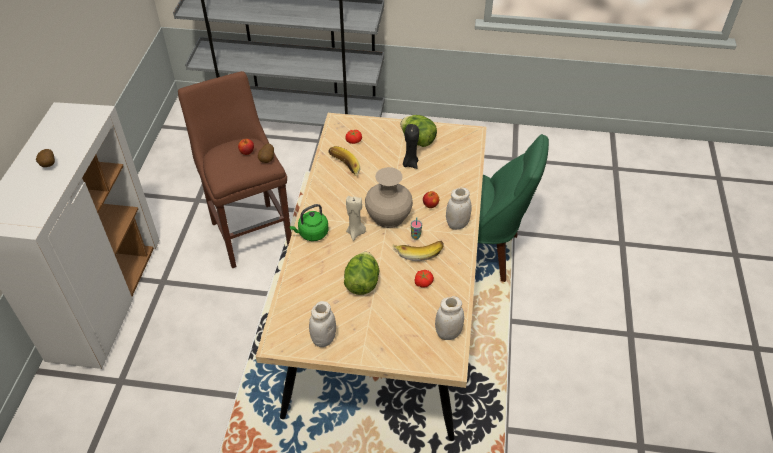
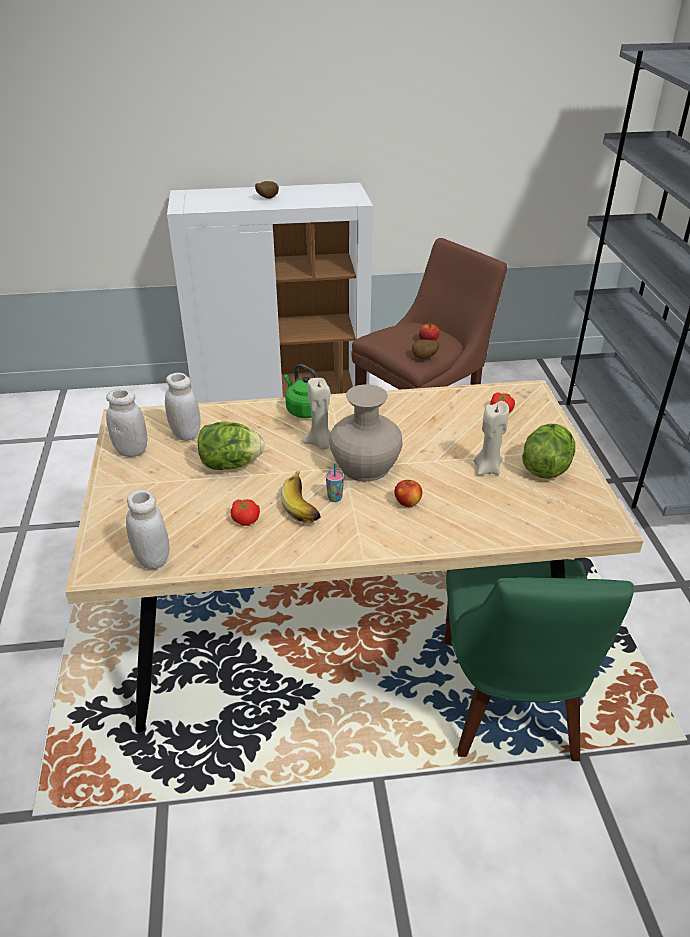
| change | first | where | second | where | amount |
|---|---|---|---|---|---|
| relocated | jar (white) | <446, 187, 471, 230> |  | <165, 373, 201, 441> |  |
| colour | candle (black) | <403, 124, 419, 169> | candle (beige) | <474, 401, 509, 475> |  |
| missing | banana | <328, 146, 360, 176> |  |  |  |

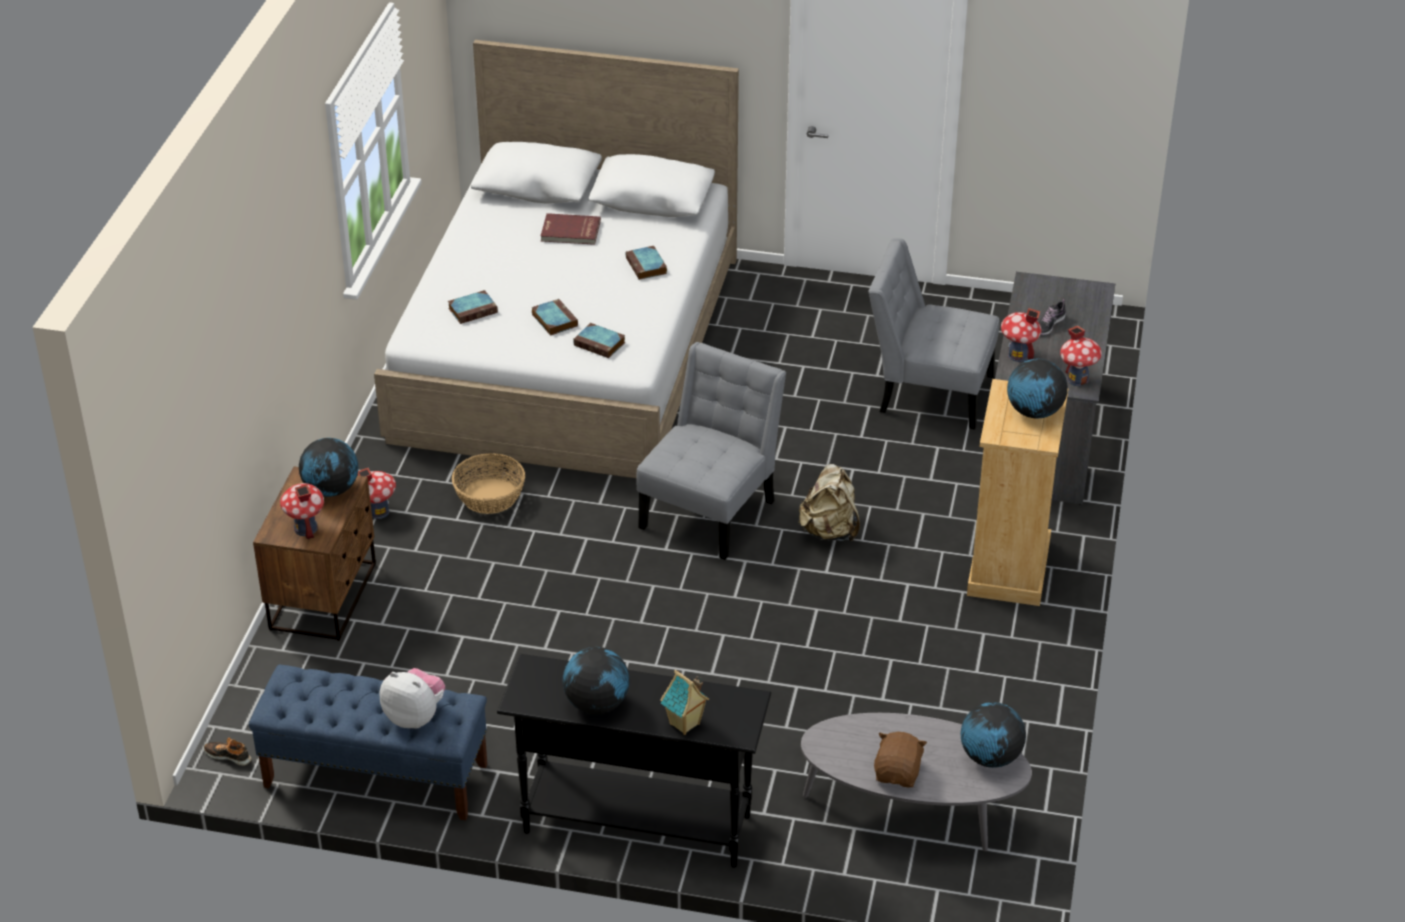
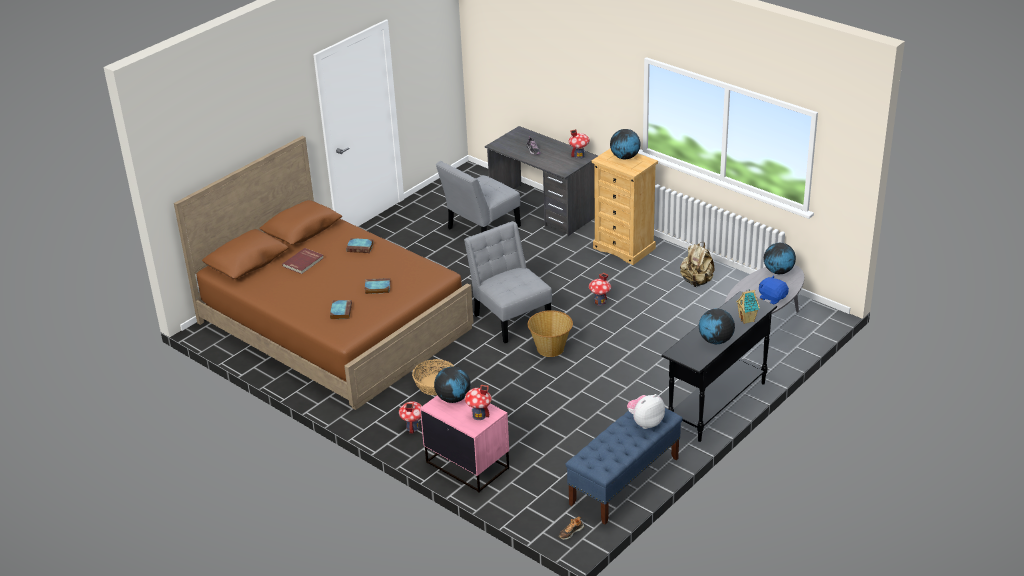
| change | first | where | second | where | amount |
|---|---|---|---|---|---|
| colour | bed (white) | <374, 40, 739, 478> | bed (brown) | <174, 136, 474, 410> |  |
| colour | nightstand (brown) | <253, 466, 376, 641> | nightstand (pink) | <420, 395, 509, 493> |  |
| appeared |  |  | basket | <528, 310, 573, 357> |  |
| relocated | toy house | <1001, 308, 1042, 362> |  | <589, 273, 611, 306> |  |
| relocated | backpack (beige) | <798, 464, 860, 542> |  | <680, 242, 714, 287> |  |
| colour | plush toy (brown) | <874, 732, 927, 787> | plush toy (blue) | <759, 276, 789, 304> |  |
| missing | book | <573, 323, 625, 358> |  |  |  |

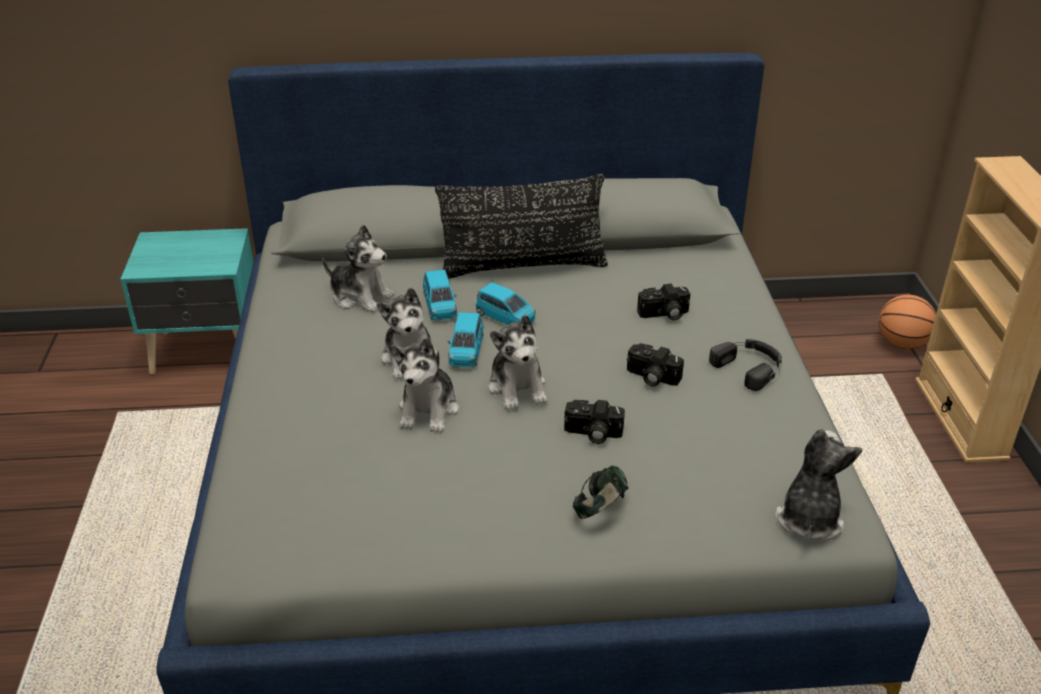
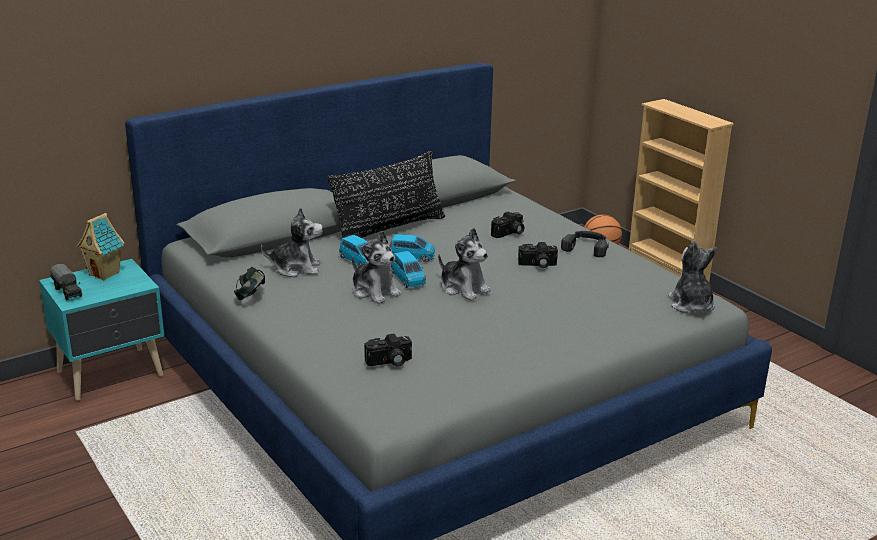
| change | first | where | second | where | amount |
|---|---|---|---|---|---|
| appeared |  |  | toy truck | <50, 264, 82, 300> |  |
| appeared |  |  | toy house | <76, 213, 124, 280> |  |
| relocated | headphones | <573, 466, 629, 519> |  | <234, 267, 265, 300> |  |
| relocated | photo camera | <564, 400, 625, 444> |  | <364, 334, 412, 366> |  |
| missing | plush toy | <390, 338, 459, 433> |  |  |  |

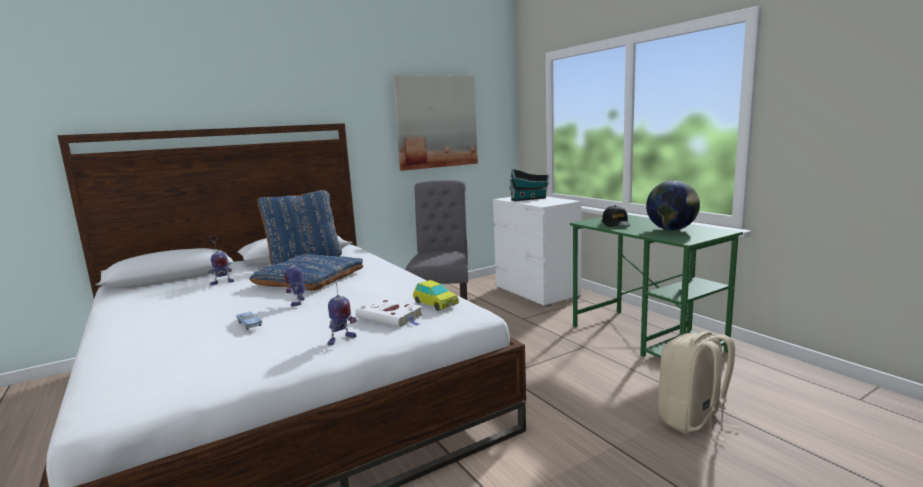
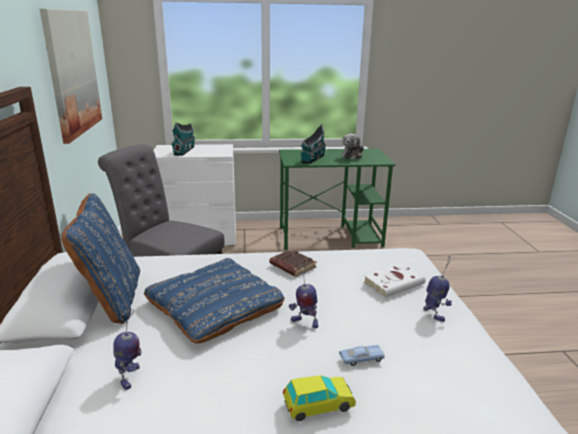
| change | first | where | second | where | amount |
|---|---|---|---|---|---|
| appeared |  |  | book (brown) | <269, 249, 317, 277> |  |
| relocated | toy car | <413, 280, 459, 311> |  | <283, 375, 356, 421> |  |
| exchanged | cap (black) | <602, 205, 630, 227> | toy house | <299, 124, 327, 164> |  |
| exchanged | globe | <646, 180, 700, 230> | plush toy | <341, 134, 364, 160> |  |
| missing | backpack (beige) | <658, 332, 741, 441> |  |  |  |

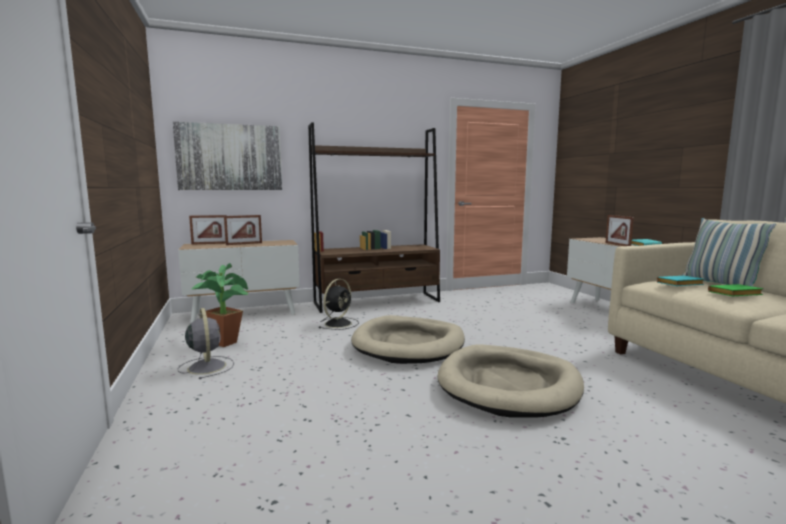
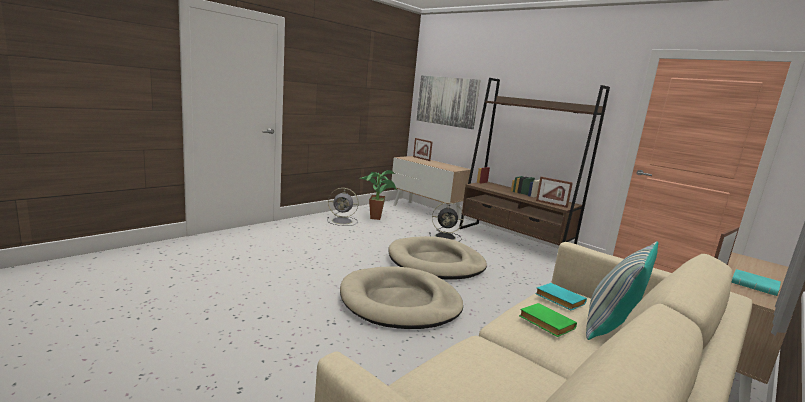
| change | first | where | second | where | amount |
|---|---|---|---|---|---|
| spun | fan (grey) | <178, 308, 234, 379> |  | <327, 188, 359, 226> | 60 degrees clockwise |
| relocated | picture frame | <224, 215, 262, 245> |  | <536, 177, 573, 208> |  |

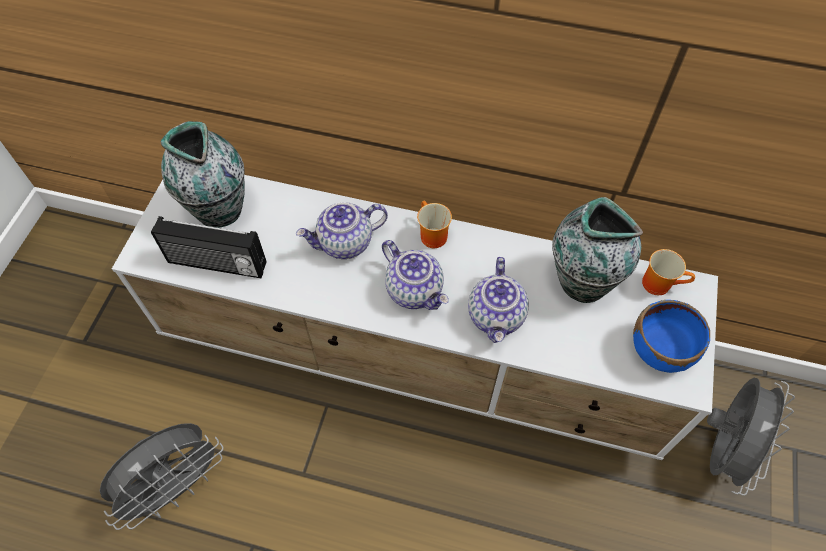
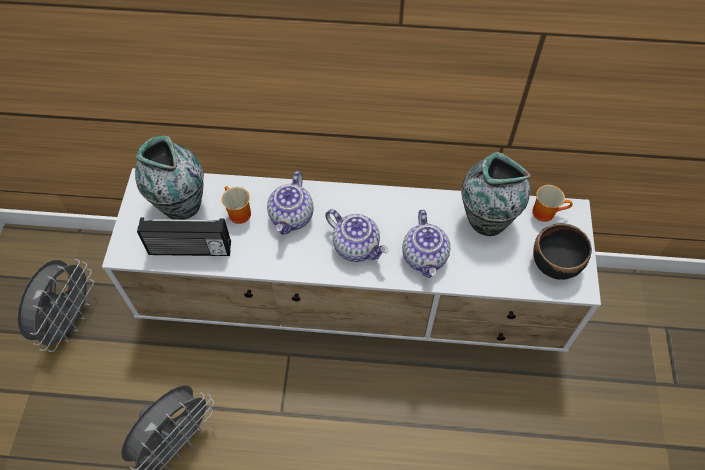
| change | first | where | second | where | amount |
|---|---|---|---|---|---|
| relocated | fan (grey) | <707, 378, 795, 496> |  | <17, 259, 94, 352> |  |
| relocated | mug | <417, 201, 452, 248> |  | <221, 186, 251, 224> |  |
| spun | teapot | <296, 202, 388, 259> |  | <267, 171, 314, 235> | 45 degrees counterclockwise |
| colour | bowl (blue) | <633, 300, 710, 373> | bowl (black) | <533, 223, 592, 280> |  |

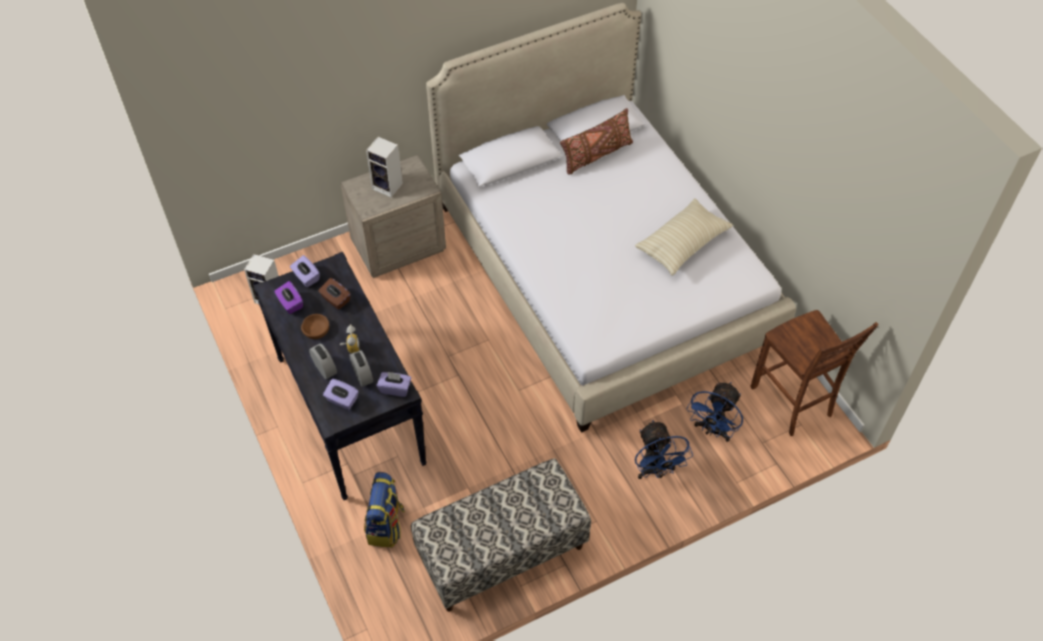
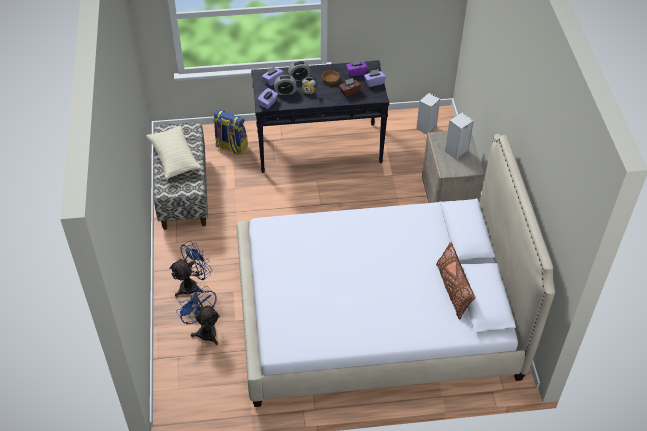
| change | first | where | second | where | amount |
|---|---|---|---|---|---|
| relocated | pillow (beige) | <635, 198, 733, 276> |  | <147, 125, 201, 180> |  |
| spun | fan (blue) | <635, 420, 693, 479> |  | <169, 241, 212, 297> | 135 degrees clockwise |
| missing | chair (brown) | <750, 310, 879, 436> |  |  |  |

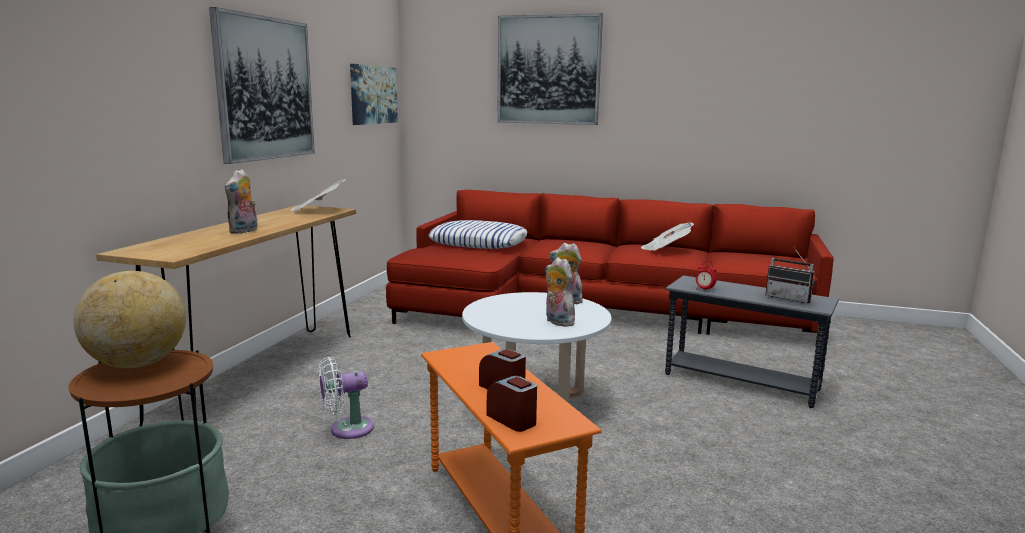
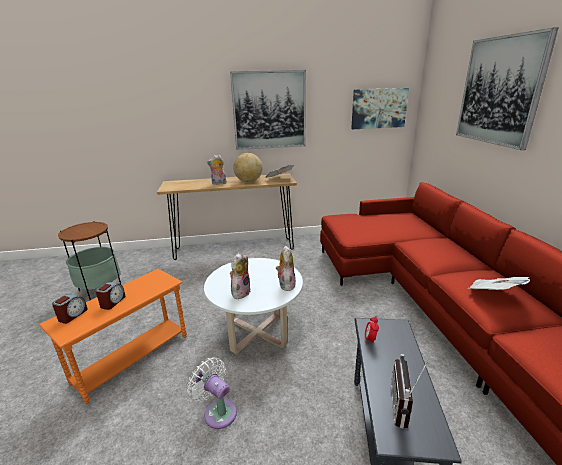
| change | first | where | second | where | amount |
|---|---|---|---|---|---|
| relocated | fan (white) | <319, 357, 374, 439> |  | <187, 357, 237, 429> |  |
| relocated | globe | <74, 271, 186, 368> |  | <233, 153, 262, 182> |  |
| missing | pillow | <428, 220, 528, 249> |  |  |  |

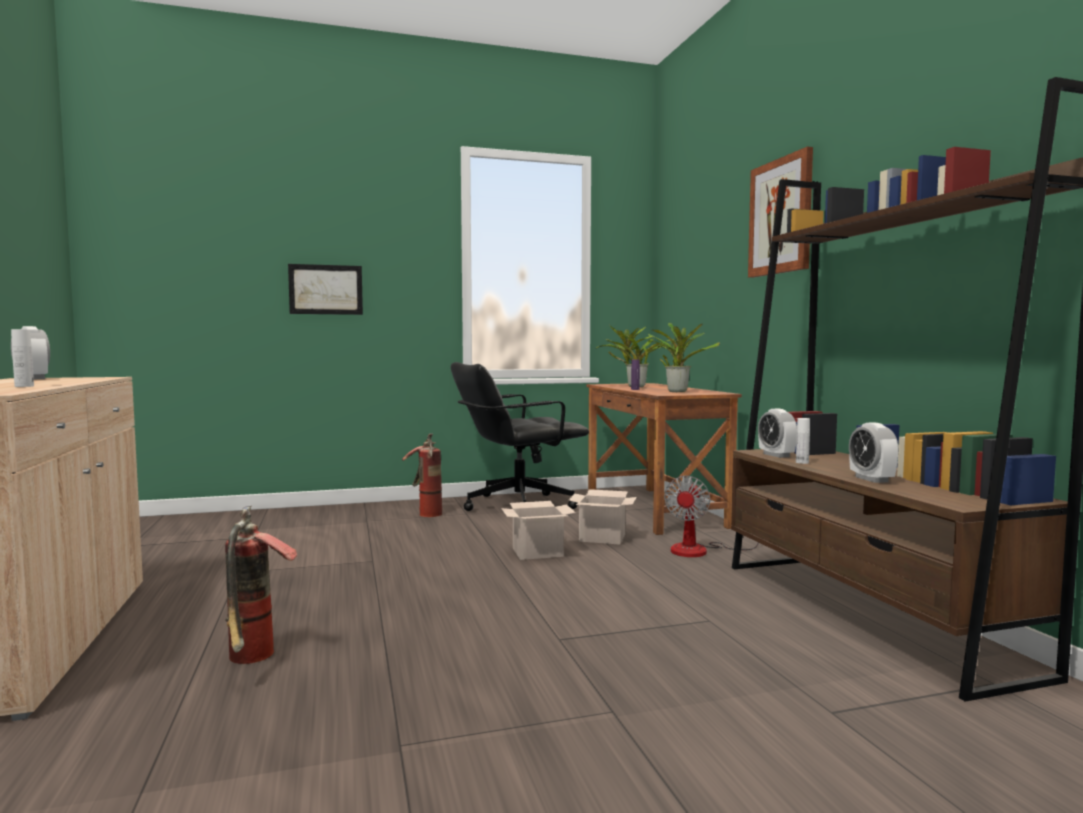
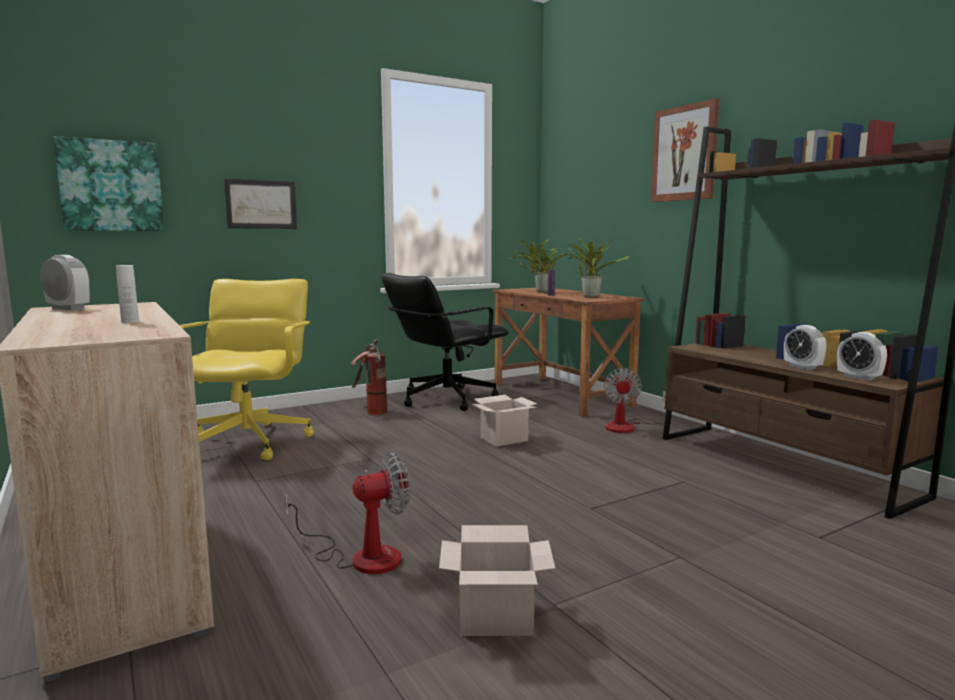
| change | first | where | second | where | amount |
|---|---|---|---|---|---|
| appeared |  |  | picture | <54, 136, 164, 231> |  |
| appeared |  |  | office chair (yellow) | <179, 279, 314, 460> |  |
| exchanged | fire extinguisher | <225, 506, 297, 664> | fan | <285, 453, 410, 574> |  |
| relocated | cardboard box | <568, 489, 637, 545> |  | <439, 525, 555, 636> |  |
| relocated | alarm clock | <758, 409, 797, 458> |  | <837, 332, 887, 381> |  |
| missing | bottle (white) | <796, 418, 810, 464> |  |  |  |

